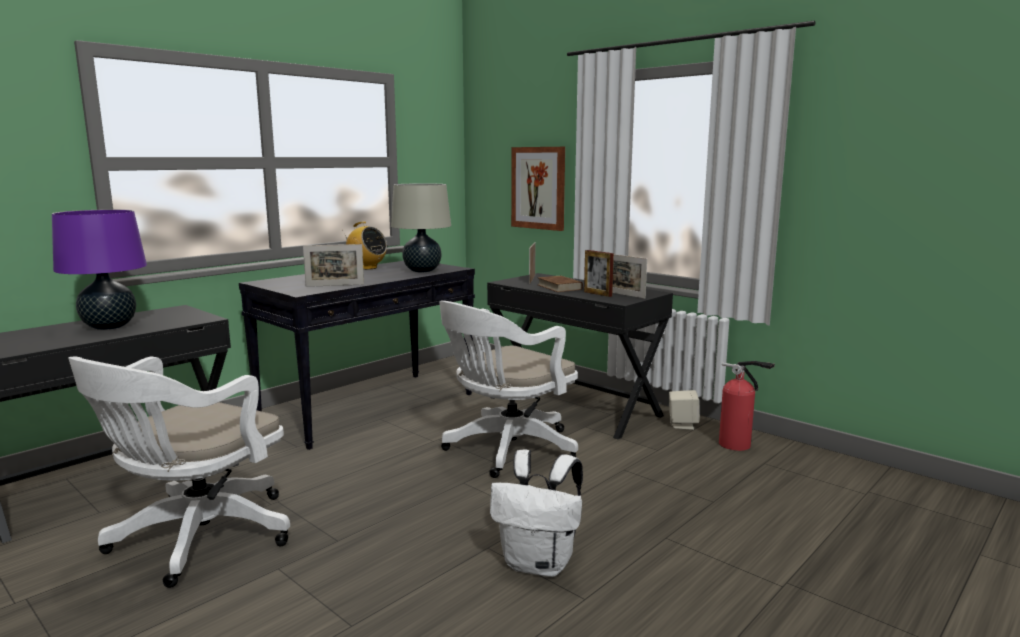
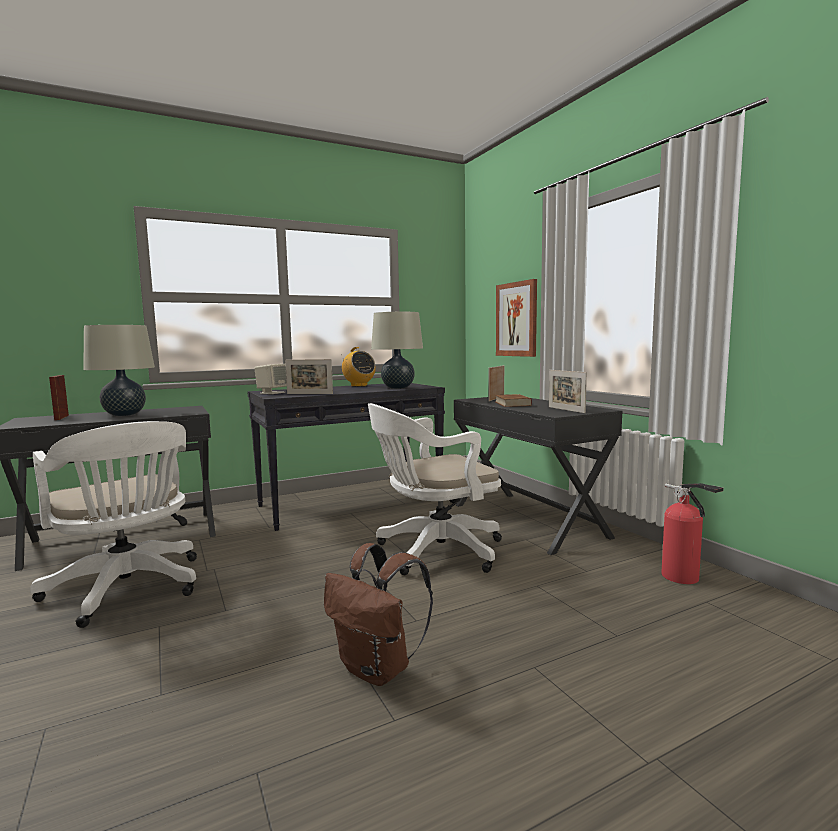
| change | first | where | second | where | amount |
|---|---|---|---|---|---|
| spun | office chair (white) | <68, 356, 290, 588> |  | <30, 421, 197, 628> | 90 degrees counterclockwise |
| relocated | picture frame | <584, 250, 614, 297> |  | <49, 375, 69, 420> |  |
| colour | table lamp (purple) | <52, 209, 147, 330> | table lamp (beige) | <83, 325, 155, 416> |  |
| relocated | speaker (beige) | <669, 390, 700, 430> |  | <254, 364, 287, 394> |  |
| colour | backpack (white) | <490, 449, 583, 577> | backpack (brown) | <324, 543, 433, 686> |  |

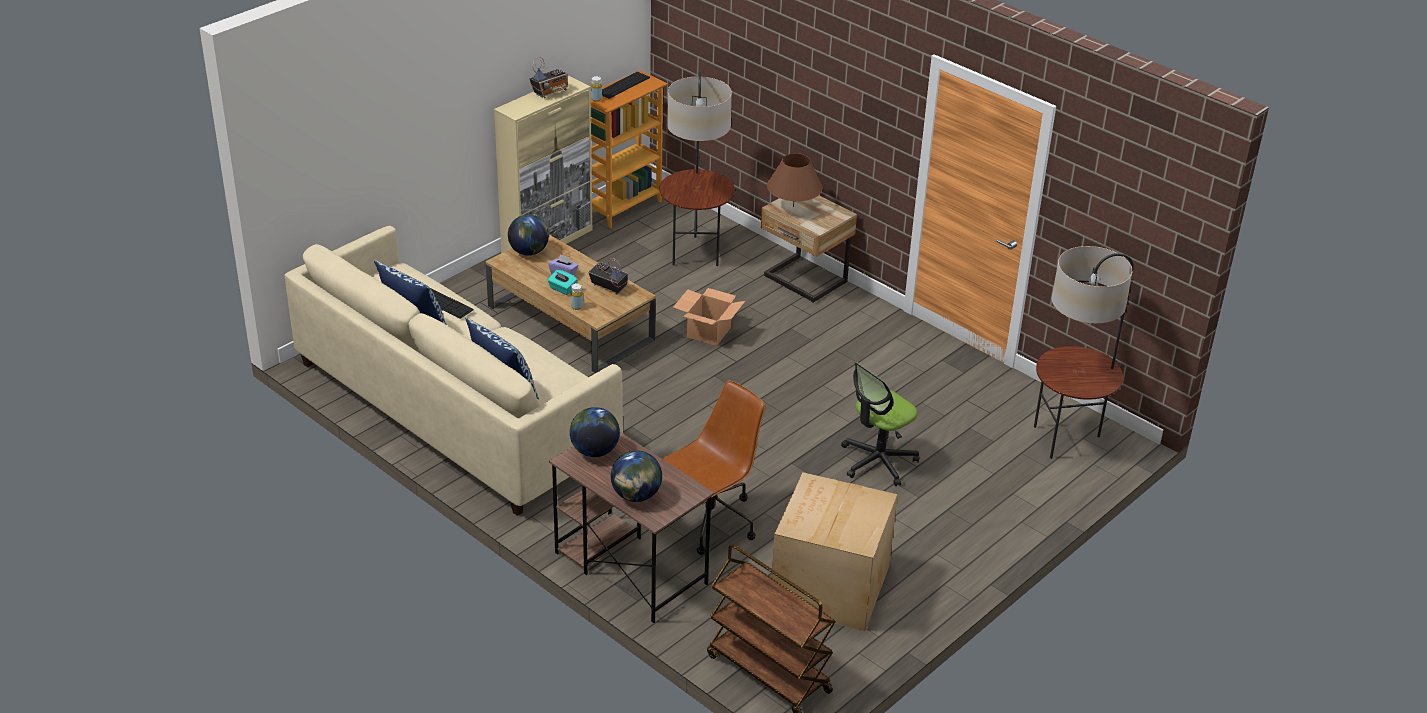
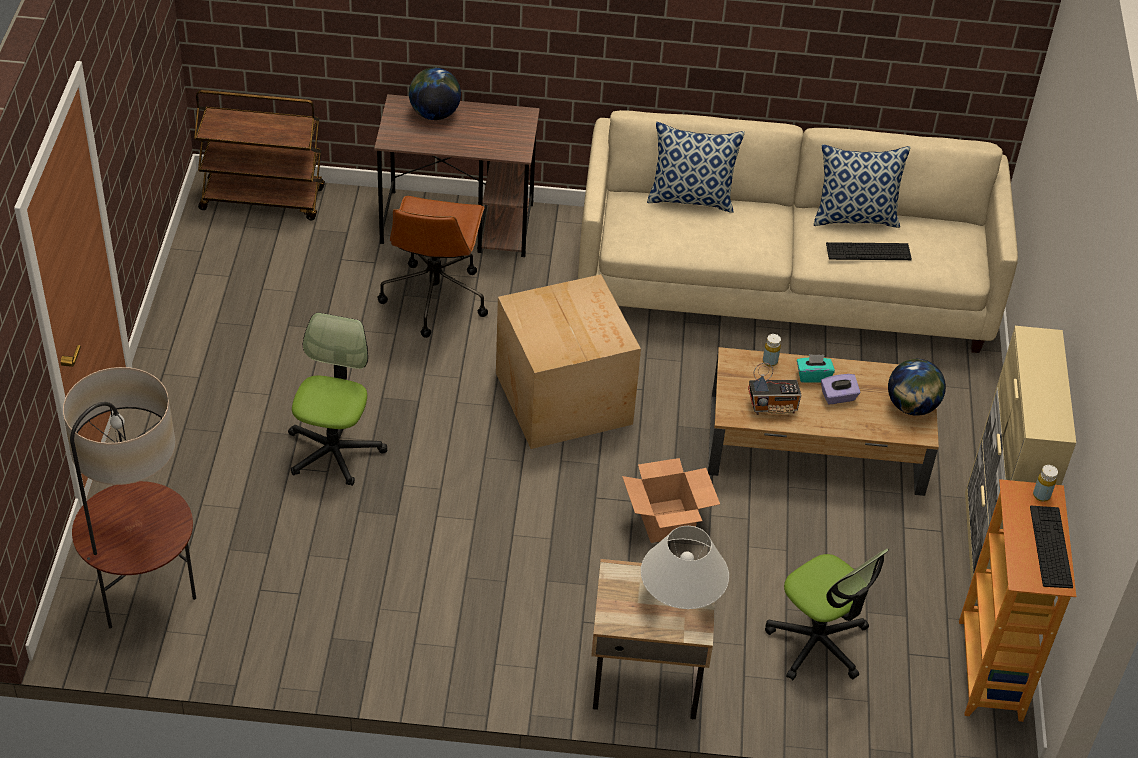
| change | first | where | second | where | amount |
|---|---|---|---|---|---|
| relocated | cardboard box | <772, 472, 898, 631> |  | <496, 274, 641, 449> |  |
| colour | table lamp (brown) | <767, 153, 823, 207> | table lamp (white) | <641, 526, 729, 609> |  |
| exchanged | floor lamp | <659, 71, 735, 266> | office chair | <765, 549, 889, 680> |  |
| missing | radio | <529, 57, 568, 98> |  |  |  |
| missing | globe | <570, 407, 620, 457> |  |  |  |

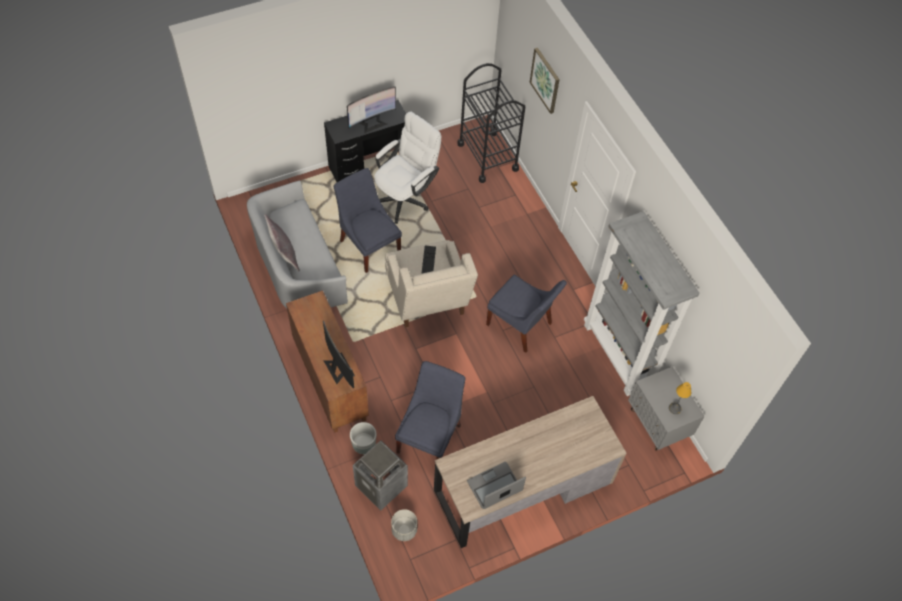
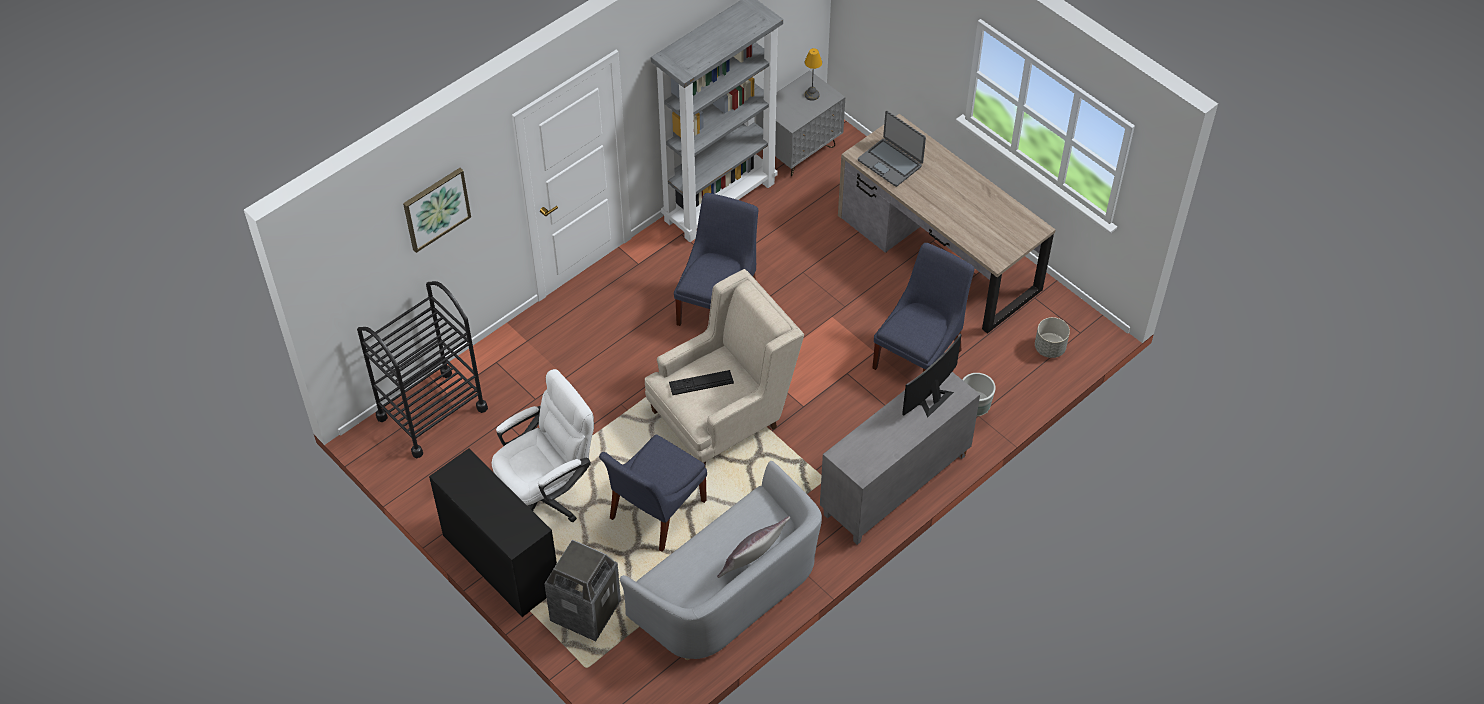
| change | first | where | second | where | amount |
|---|---|---|---|---|---|
| spun | office chair (white) | <374, 112, 441, 224> |  | <492, 369, 594, 522> | 120 degrees clockwise |
| relocated | trash can | <353, 440, 408, 511> |  | <544, 539, 621, 641> |  |
| colour | cabinet (brown) | <286, 290, 369, 433> | cabinet (grey) | <820, 372, 980, 545> |  |
| relocated | laptop | <467, 462, 526, 509> |  | <858, 111, 926, 187> |  |
| spun | chair (blue) | <395, 361, 466, 459> |  | <872, 243, 975, 372> | 120 degrees clockwise |
| missing | monitor | <347, 86, 396, 134> |  |  |  |

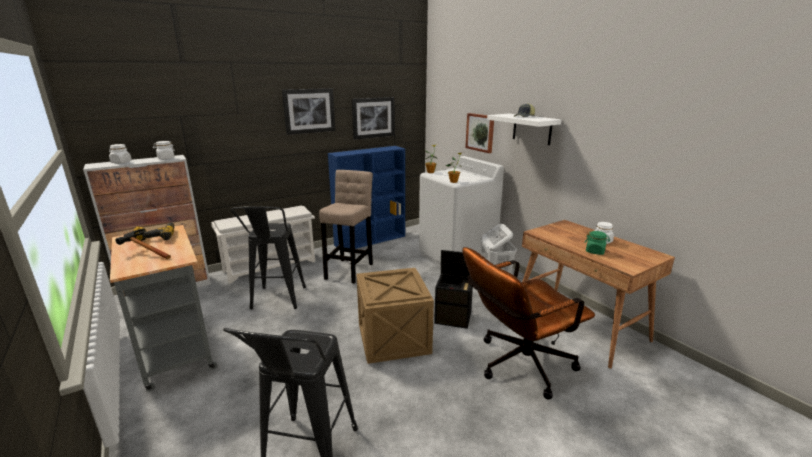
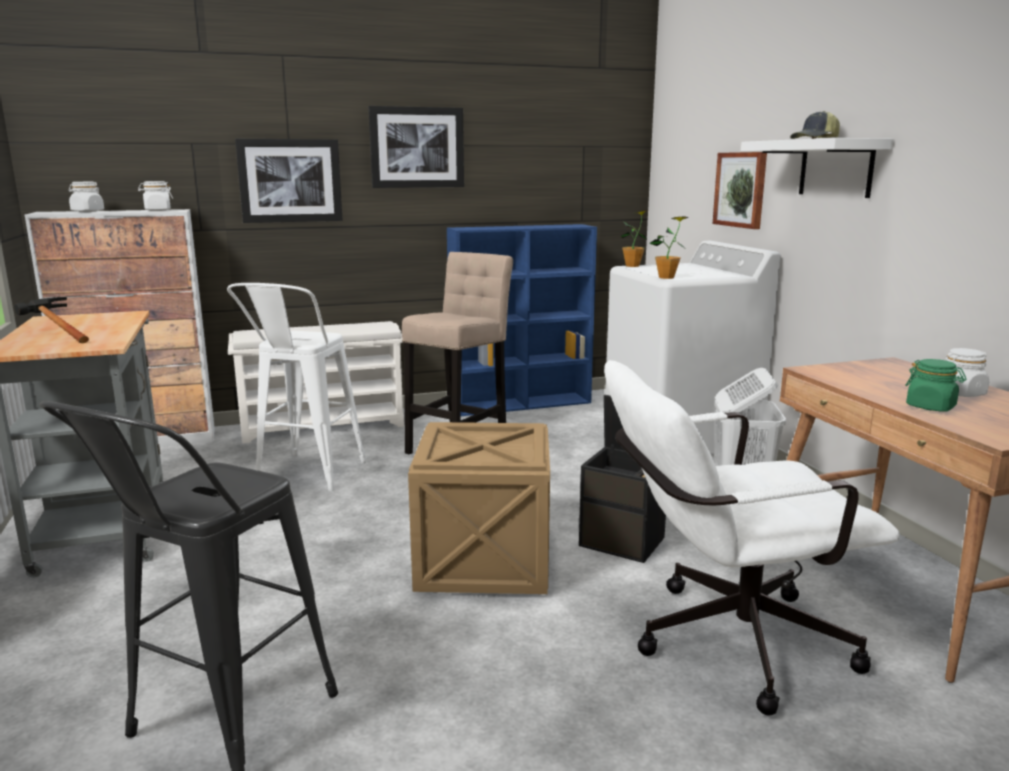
| change | first | where | second | where | amount |
|---|---|---|---|---|---|
| colour | stool (black) | <231, 206, 306, 309> | stool (white) | <227, 283, 366, 491> |  |
| relocated | picture | <352, 97, 395, 139> |  | <235, 139, 343, 223> |  |
| colour | office chair (brown) | <462, 247, 595, 400> | office chair (white) | <604, 360, 900, 715> |  |
| missing | power drill | <133, 223, 174, 243> |  |  |  |

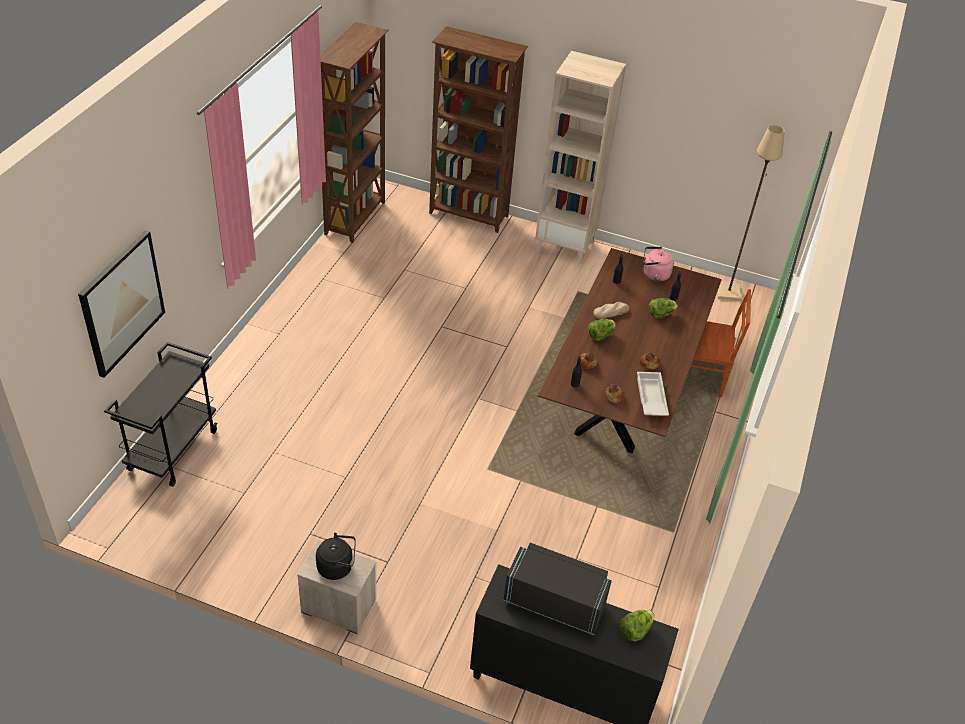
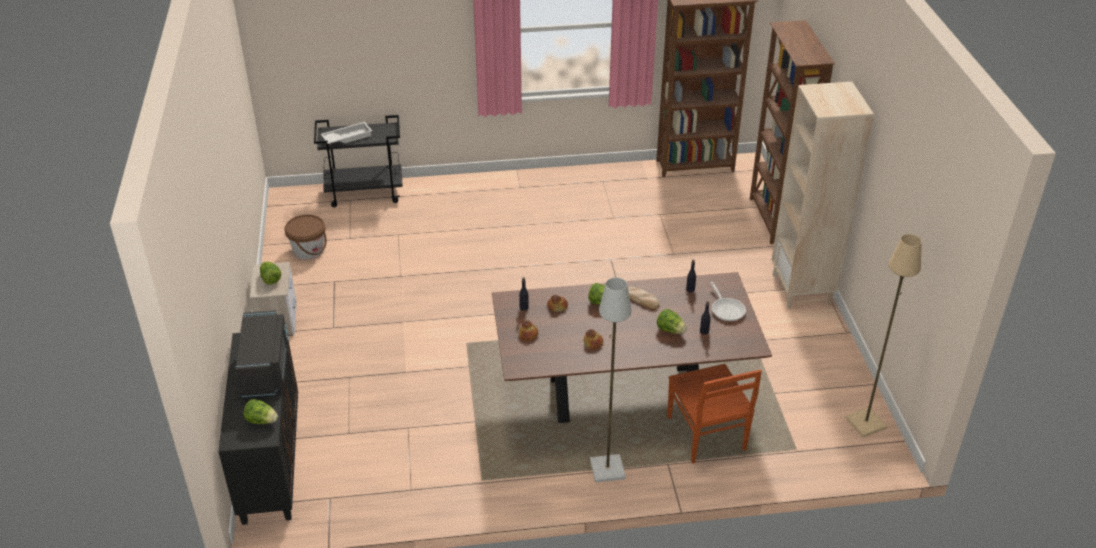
| change | first | where | second | where | amount |
|---|---|---|---|---|---|
| exchanged | kettle (black) | <316, 533, 356, 580> | lettuce | <260, 261, 281, 285> |  |
| appeared |  |  | bucket (brown) | <285, 214, 327, 259> |  |
| relocated | tray (white) | <637, 372, 669, 416> |  | <321, 122, 372, 144> |  |
| appeared |  |  | floor lamp (grey) | <590, 277, 632, 483> |  |
| exchanged | kettle (pink) | <643, 247, 674, 282> | frying pan | <711, 282, 746, 321> |  |
| missing | picture | <78, 230, 165, 378> |  |  |  |

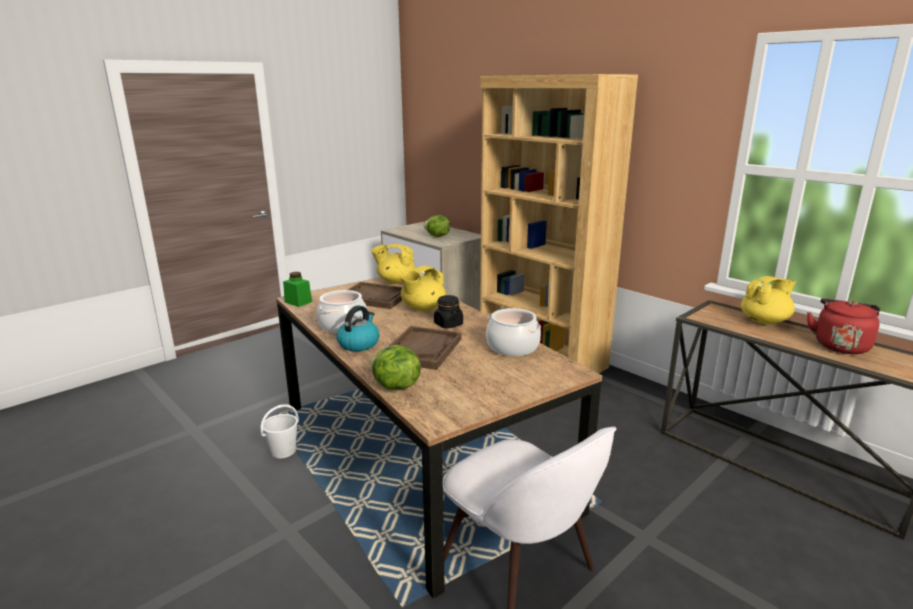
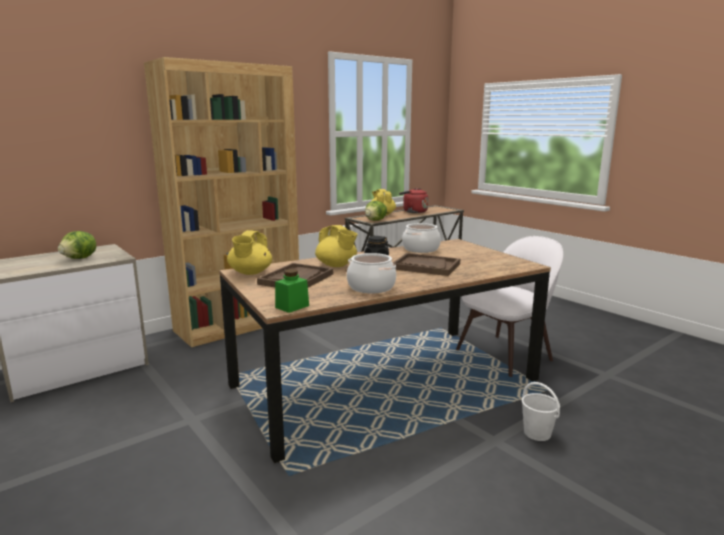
| change | first | where | second | where | amount |
|---|---|---|---|---|---|
| relocated | lettuce | <370, 345, 421, 390> |  | <365, 201, 387, 221> |  |
| relocated | bucket (white) | <260, 404, 299, 458> |  | <522, 382, 560, 441> |  |
| missing | kettle | <336, 305, 380, 351> |  |  |  |

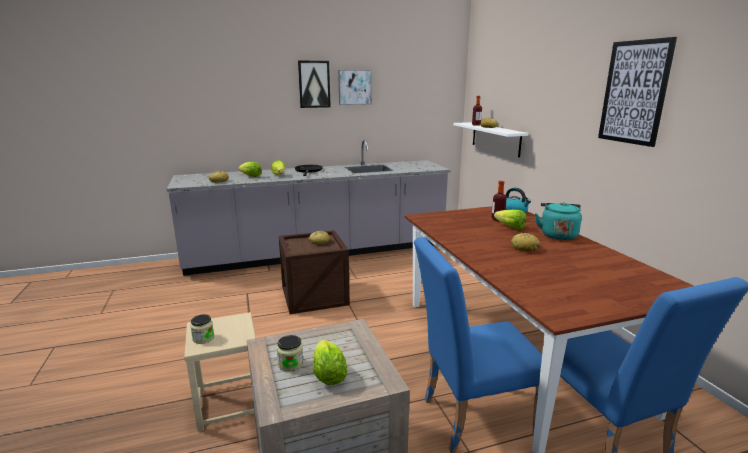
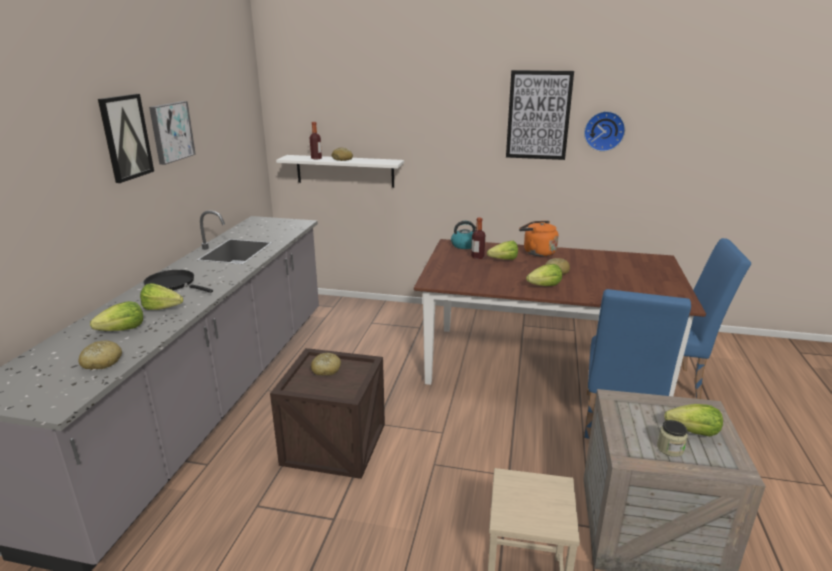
| change | first | where | second | where | amount |
|---|---|---|---|---|---|
| colour | kettle (turquoise) | <535, 202, 582, 240> | kettle (orange) | <519, 221, 558, 257> |  |
| appeared |  |  | lettuce | <526, 264, 562, 286> |  |
| appeared |  |  | wall clock | <584, 111, 625, 152> |  |
| missing | jar | <190, 314, 214, 344> |  |  |  |

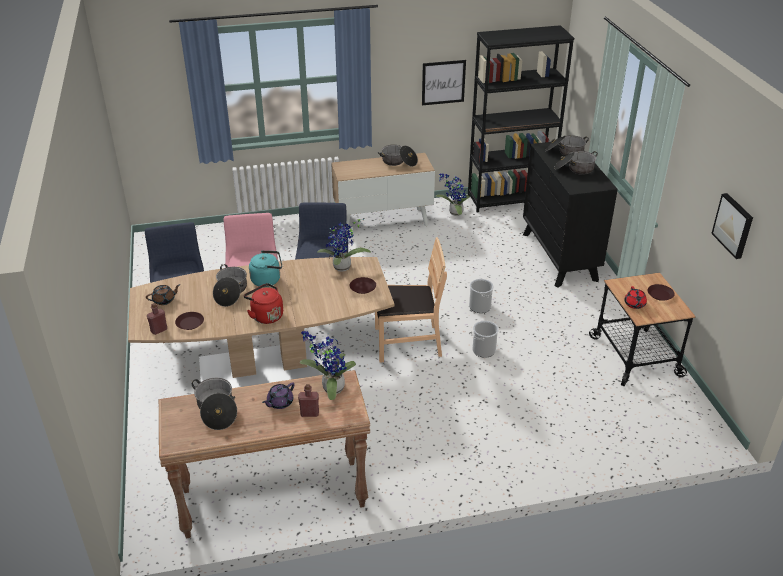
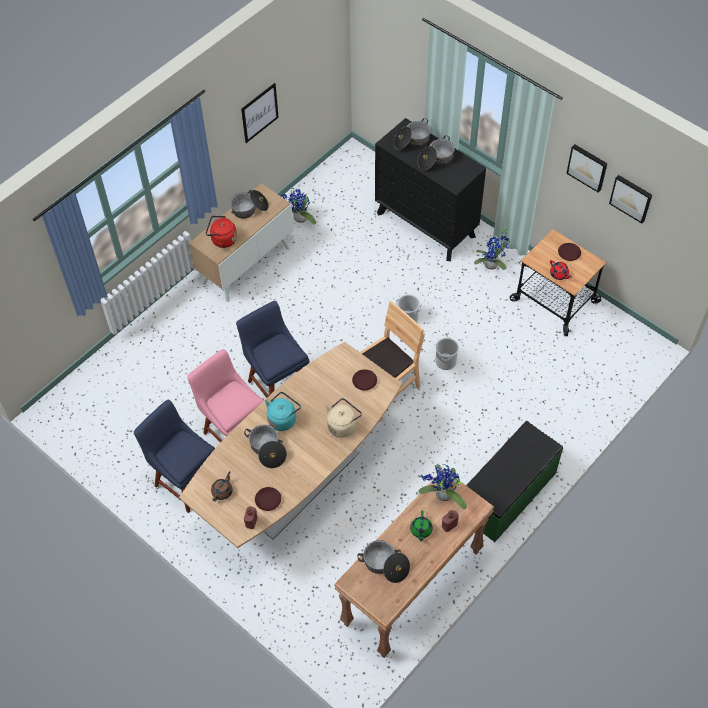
| change | first | where | second | where | amount |
|---|---|---|---|---|---|
| relocated | kettle (red) | <244, 283, 283, 324> |  | <206, 216, 237, 248> |  |
| appeared |  |  | kettle (beige) | <326, 398, 362, 438> |  |
| colour | teapot (purple) | <262, 382, 295, 409> | teapot (green) | <410, 510, 433, 542> |  |
| appeared |  |  | bench (green) | <466, 421, 563, 542> |  |
| relocated | potted plant | <317, 219, 371, 271> |  | <474, 227, 510, 270> |  |
| appeared |  |  | picture | <566, 144, 608, 193> |  |
| missing | bookcase (black) | <468, 25, 574, 213> |  |  |  |

